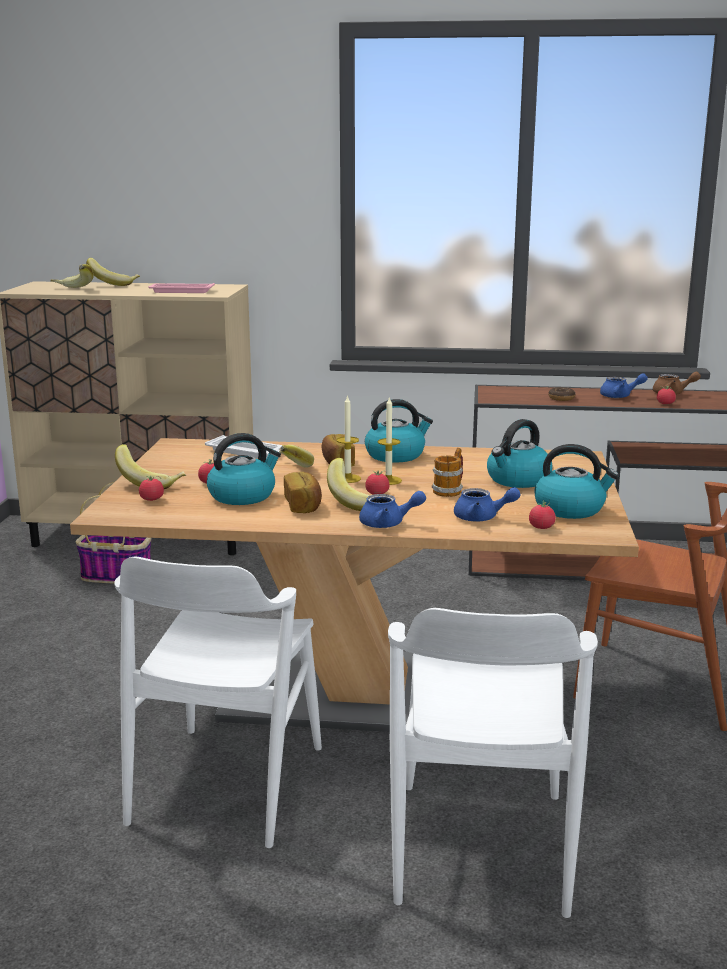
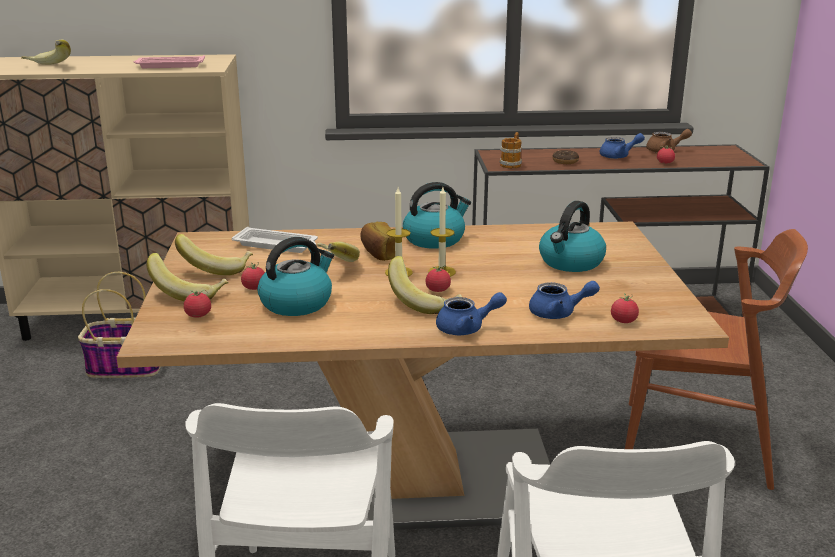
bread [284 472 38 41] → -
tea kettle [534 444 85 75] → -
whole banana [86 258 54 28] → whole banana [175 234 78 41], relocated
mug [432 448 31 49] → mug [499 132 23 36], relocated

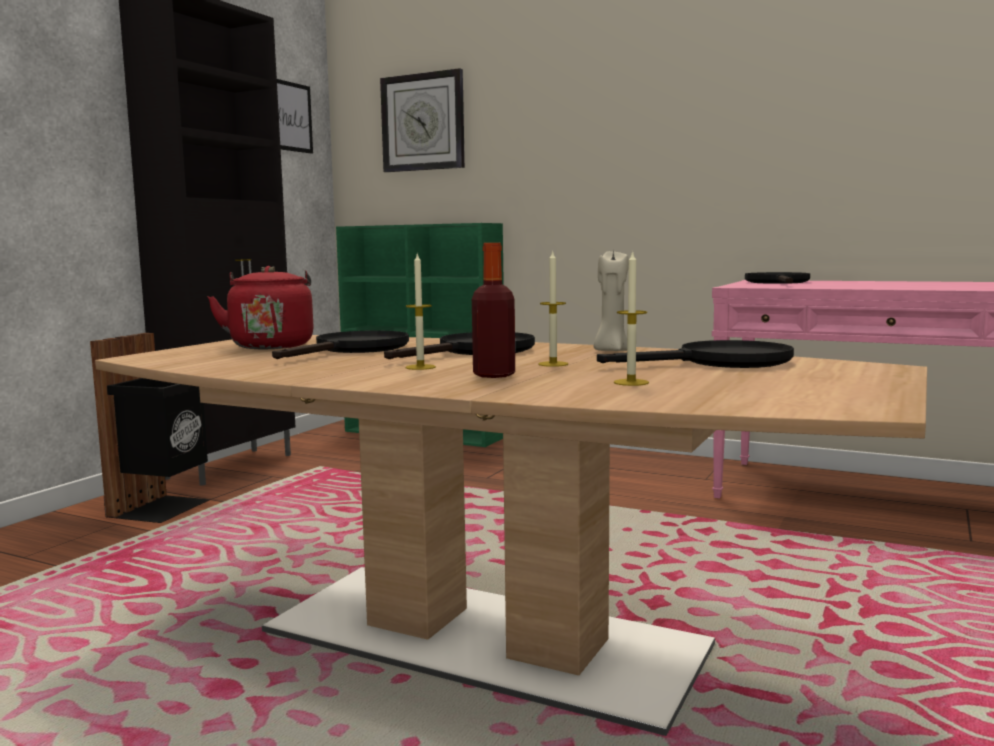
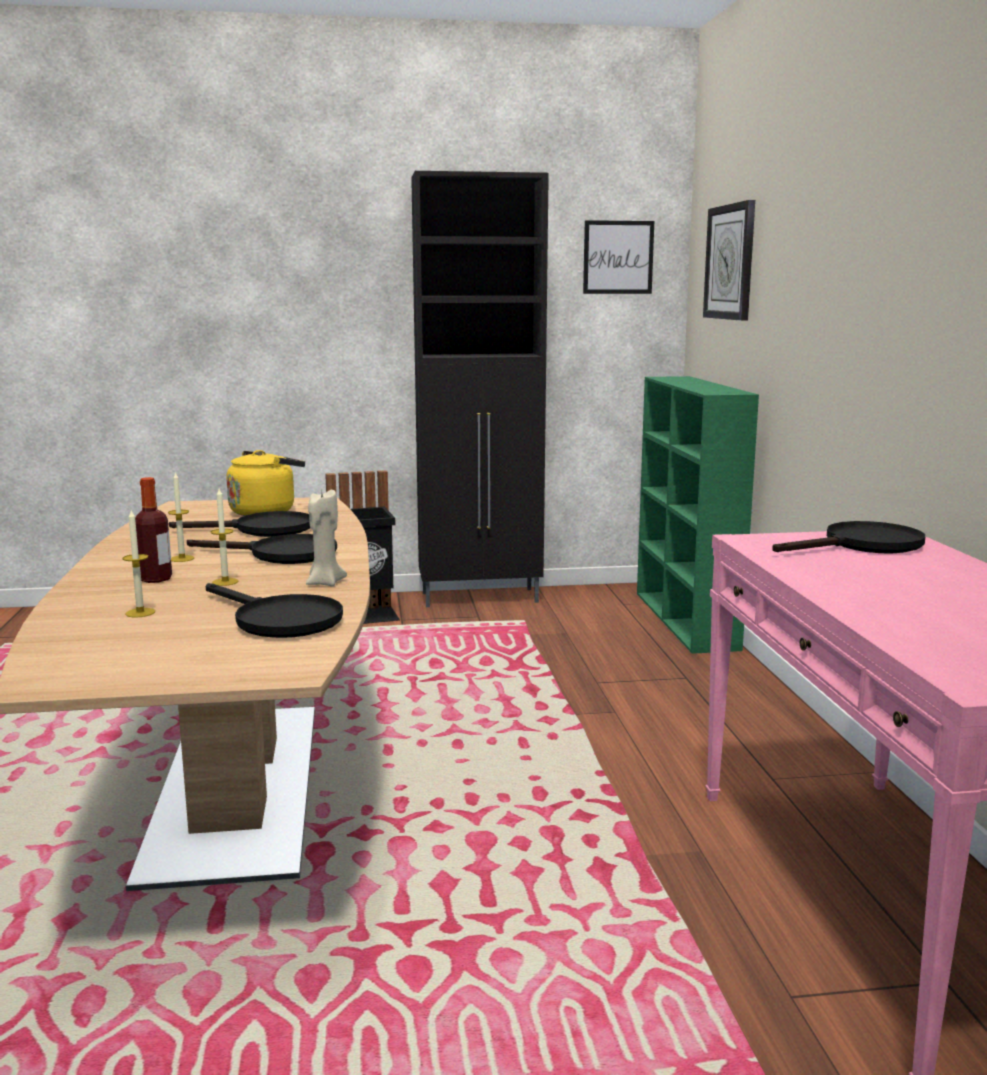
tea kettle in red [207 266 106 83] → tea kettle in yellow-coloured [226 450 79 66]

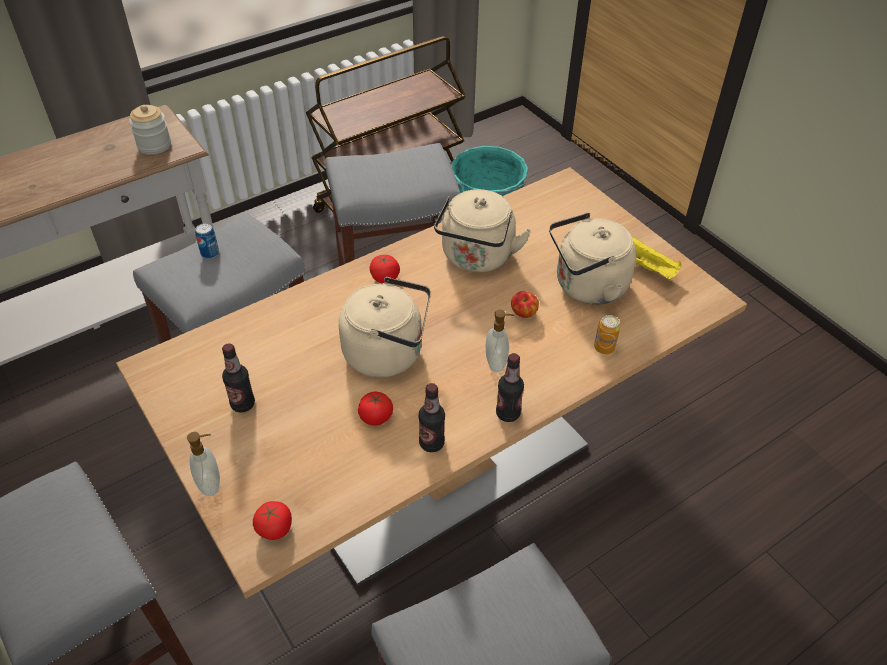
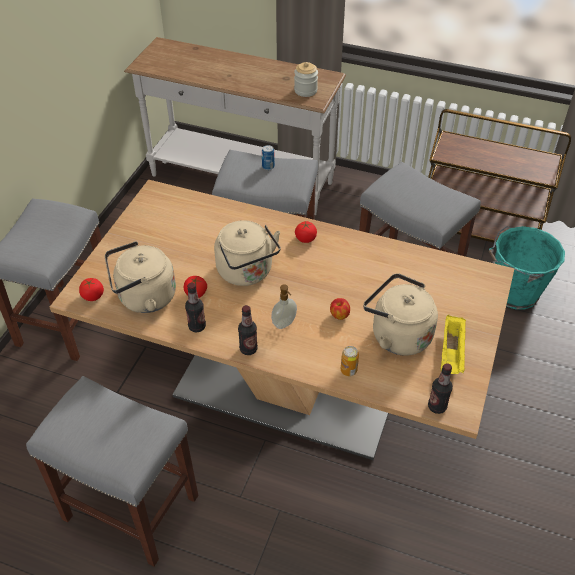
liquid soap bottle [187 432 33 64] → -
bottle [222 344 33 69] → bottle [428 363 25 51], relocated
tea kettle in beige-coloured [434 189 97 84] → tea kettle in beige-coloured [105 241 71 72], relocated

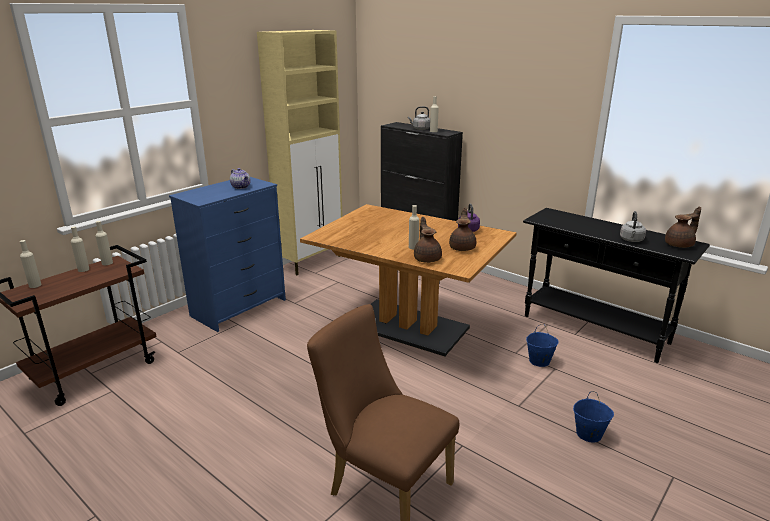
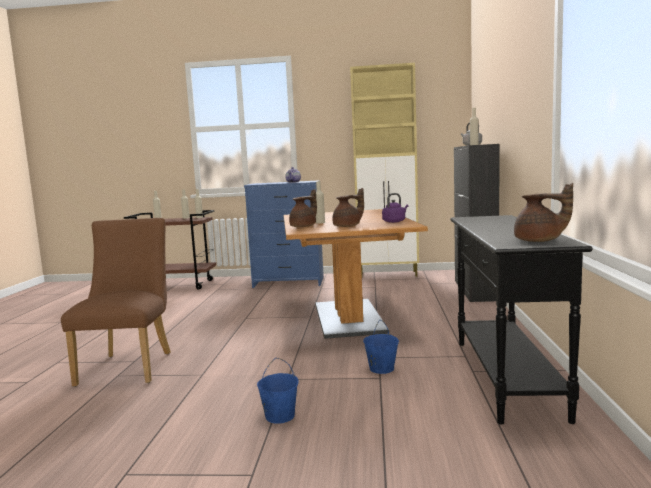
tea kettle in gray [620 211 26 31] → -

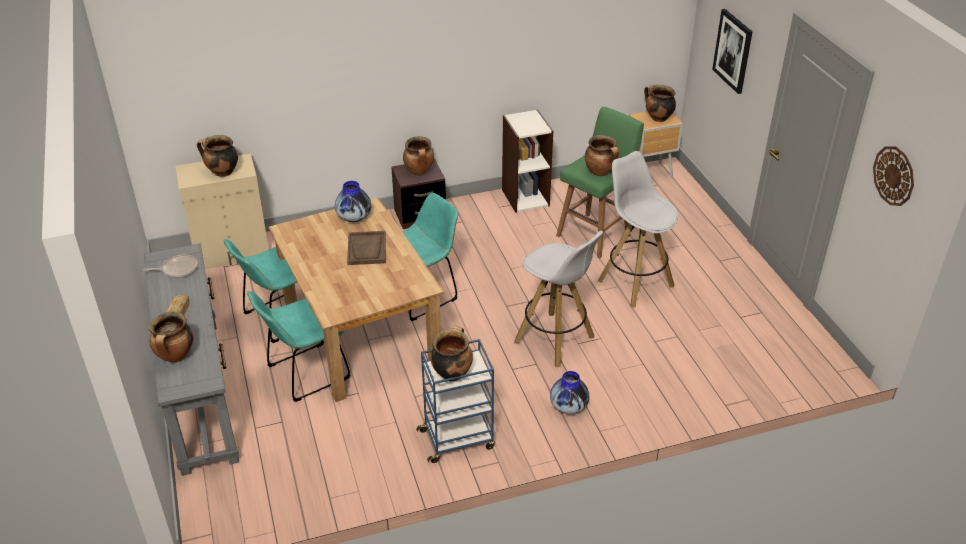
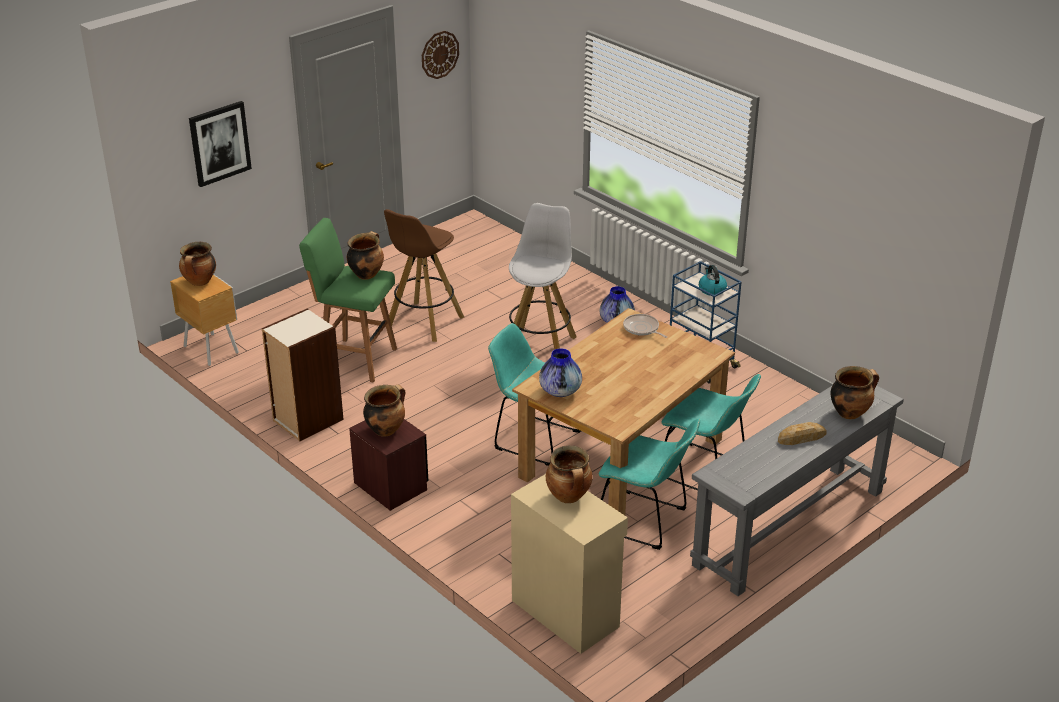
serving tray in brown-coloured [347 231 39 34] → -
frying pan [143 254 55 24] → frying pan [623 314 44 24], relocated
cooking pot [431 326 42 55] → tea kettle [699 265 28 30]
stool in white [598 151 80 157] → stool in brown-coloured [384 209 80 133]

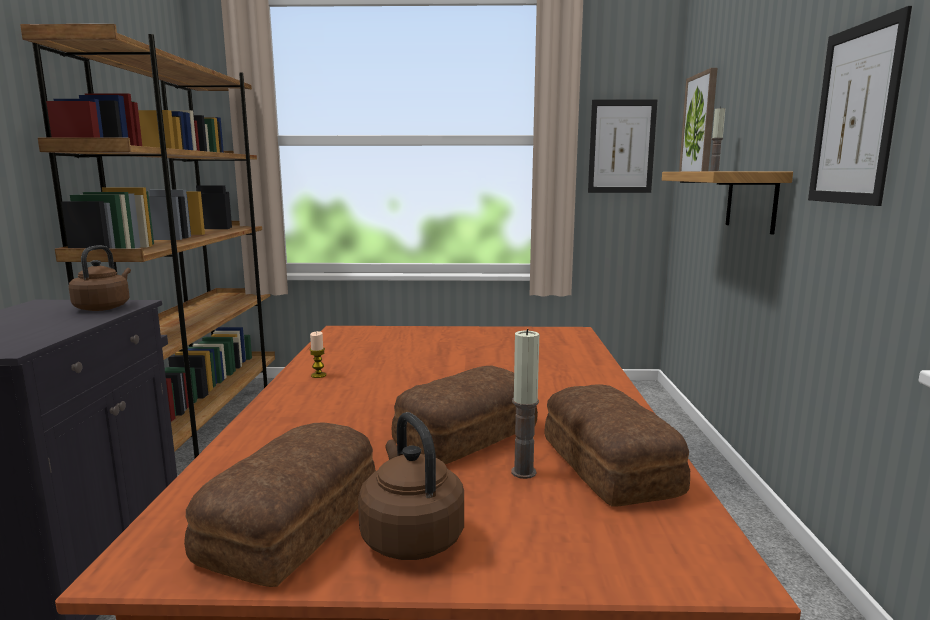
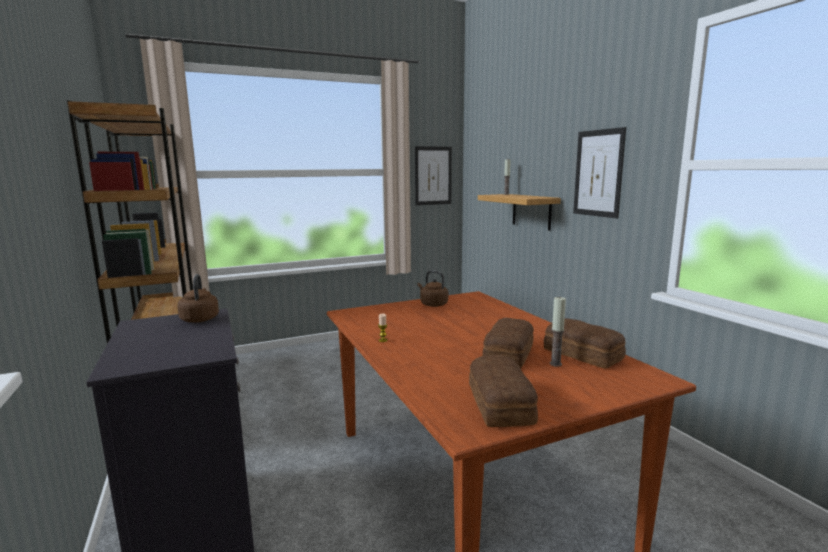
wall art [679 68 39 104] → -
tea kettle in brown-coloured [358 412 106 148] → tea kettle in brown-coloured [417 271 31 36], relocated

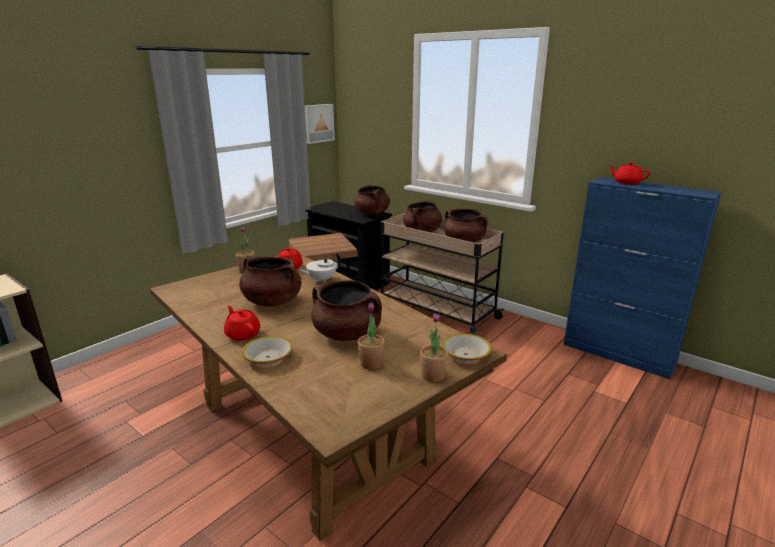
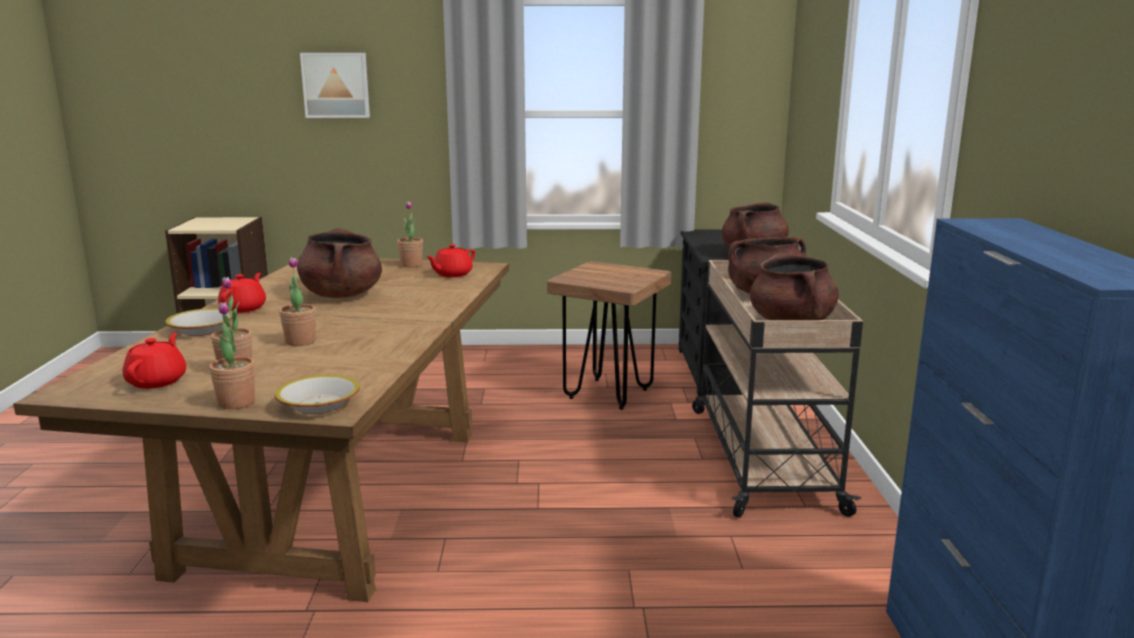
teapot in white [300 252 41 30] → -
wall art [305 104 30 40] → wall art [300 53 70 65], relocated
teapot in red [608 162 42 22] → teapot in red [122 333 64 56], relocated
cooking pot in brown-coloured [311 281 71 60] → potted plant [279 257 37 89]

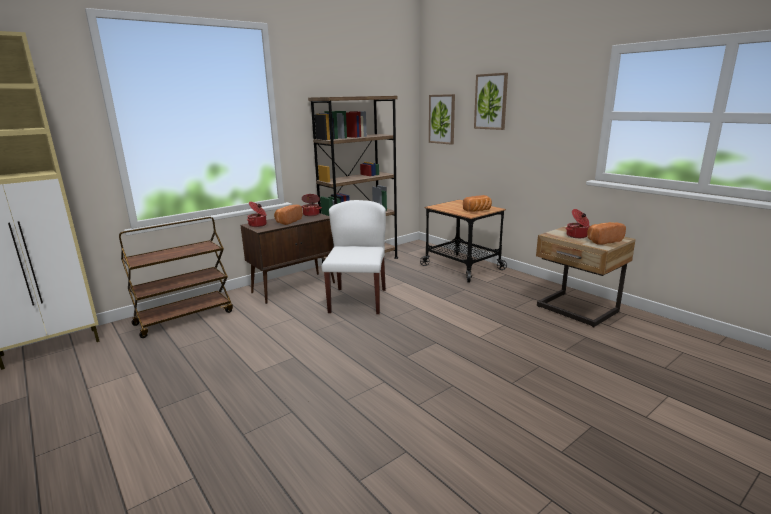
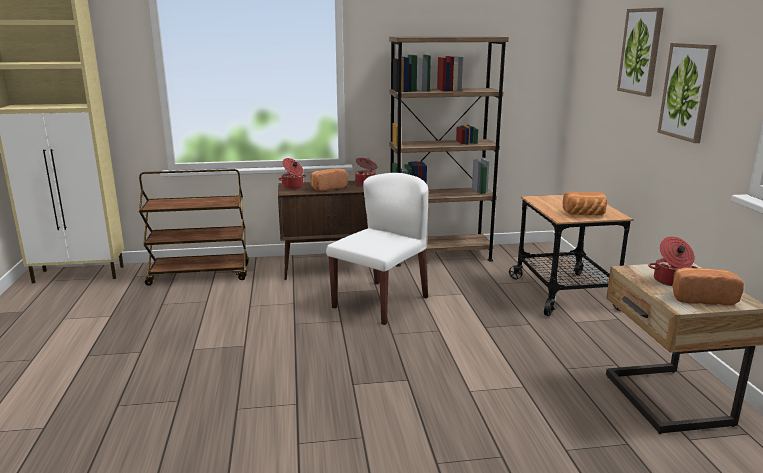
wall art [429 94 26 51] → wall art [658 43 59 100], relocated

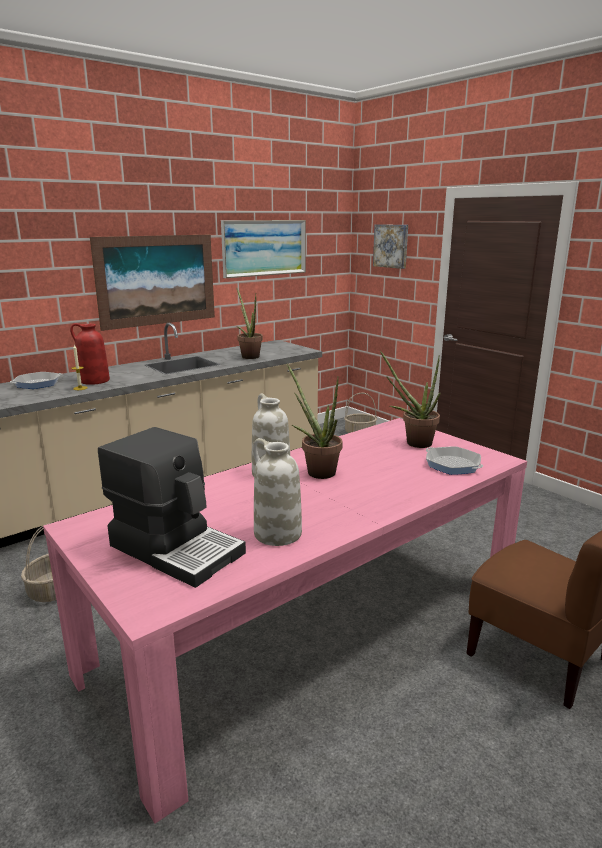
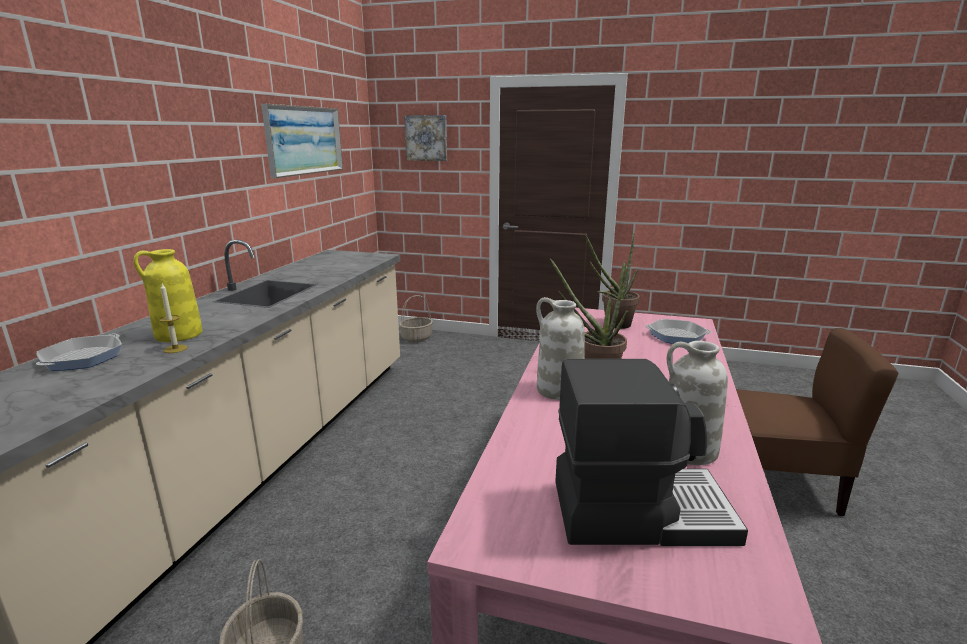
wall art [90 235 125 96] → -
potted plant [236 287 27 72] → -
flower vase in red [70 323 40 62] → flower vase in yellow-coloured [133 249 70 93]

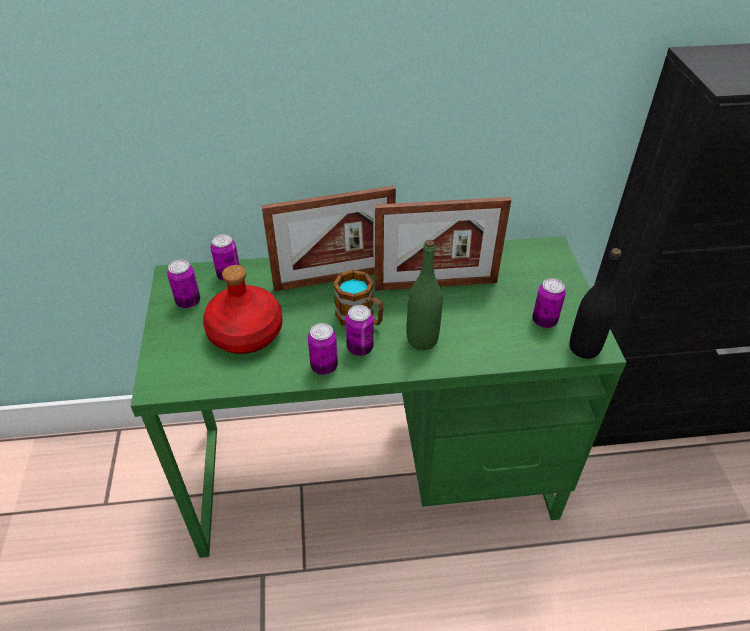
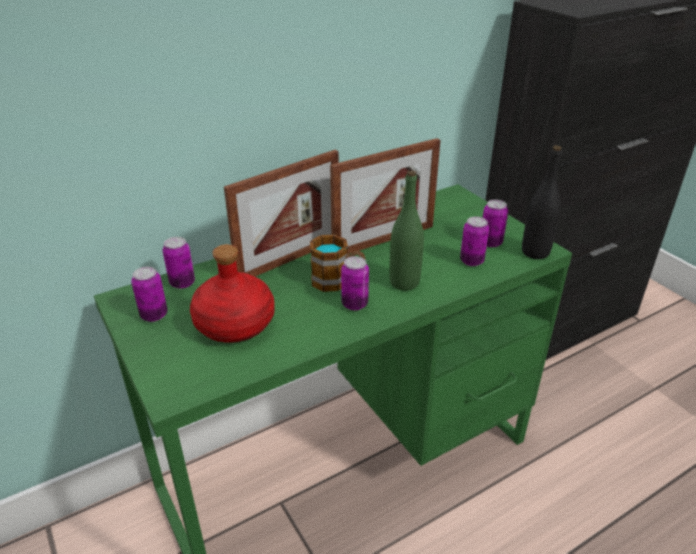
sealed can [308 323 30 52] → sealed can [460 216 29 50], relocated

